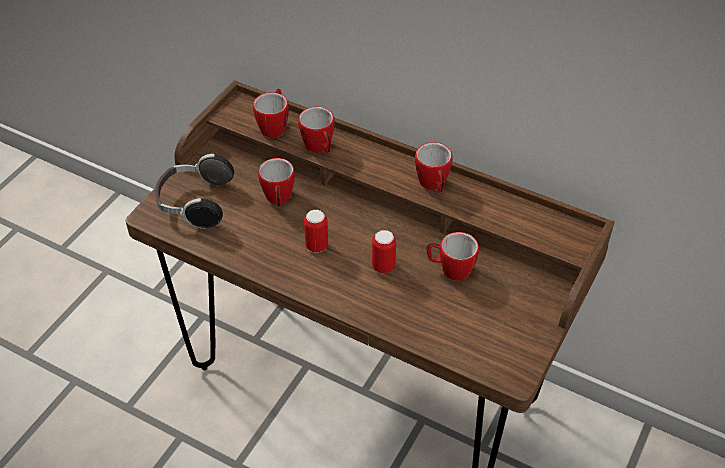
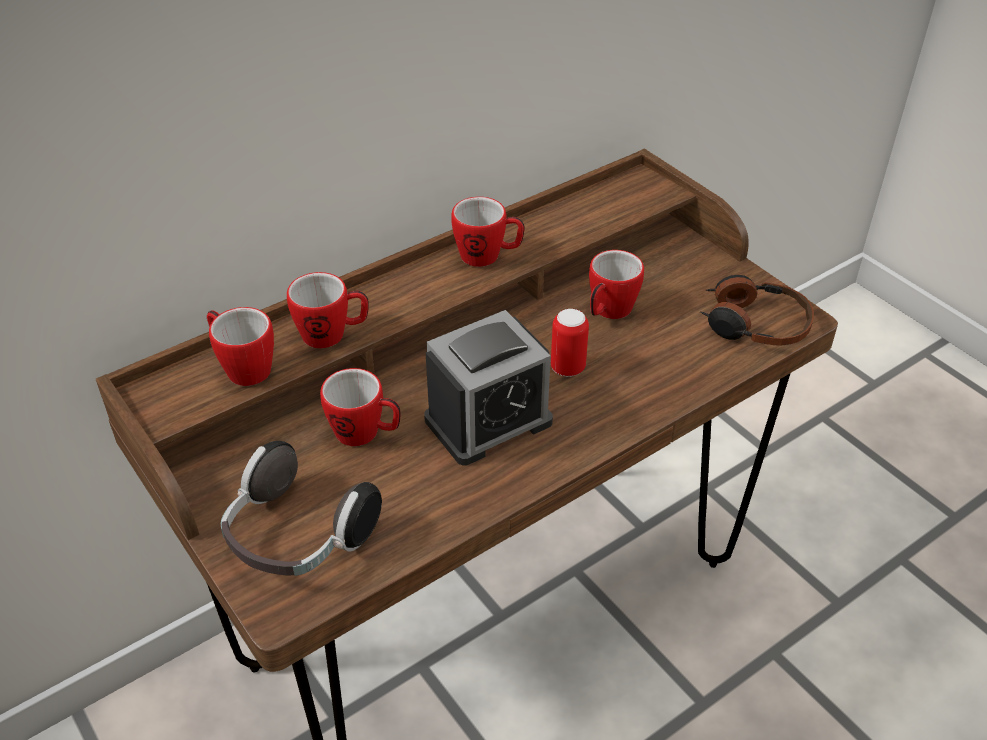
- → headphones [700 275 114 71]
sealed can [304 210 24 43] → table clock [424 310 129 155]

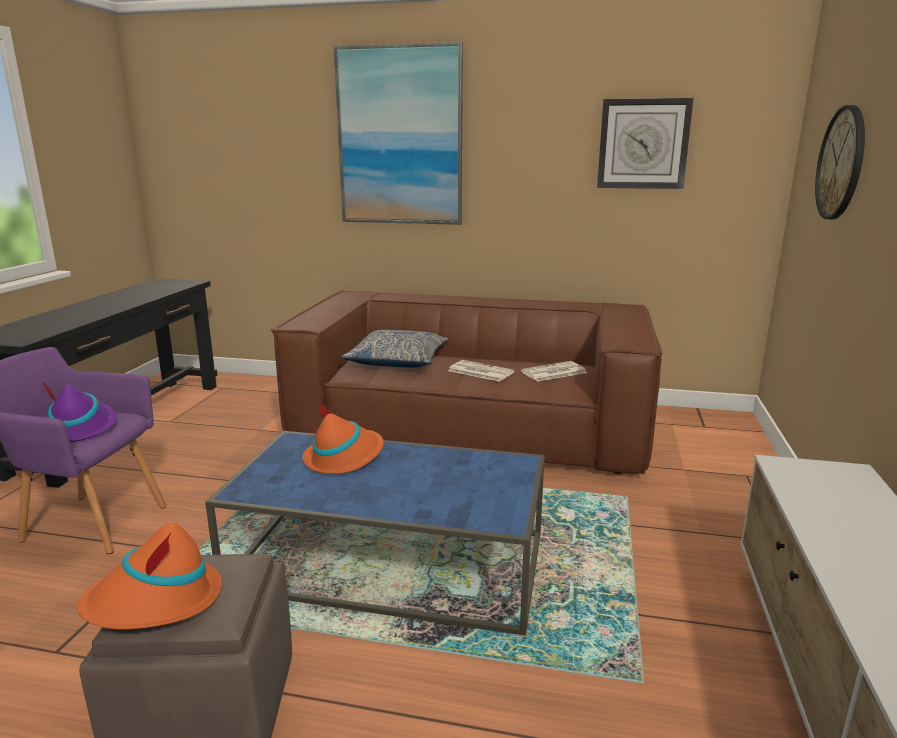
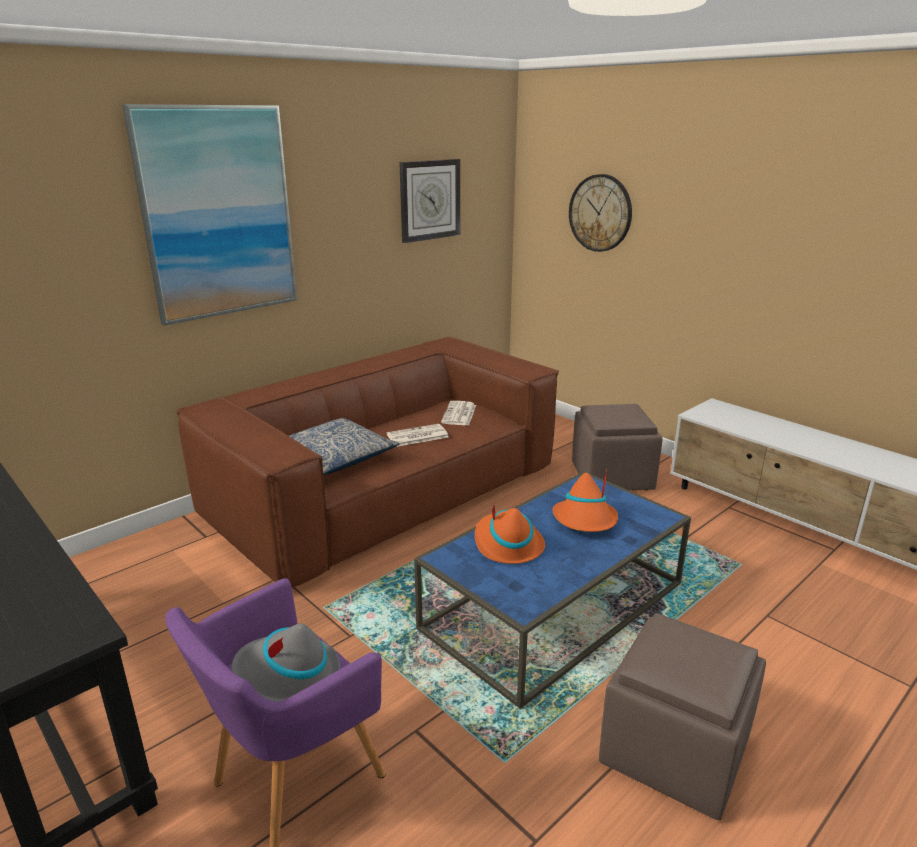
- → pouffe in brown-coloured [572 404 91 86]
hat in orange [77 523 145 106] → hat in orange [553 469 65 63], relocated
hat in purple-coloured [41 381 75 61] → hat in gray [231 624 109 78]

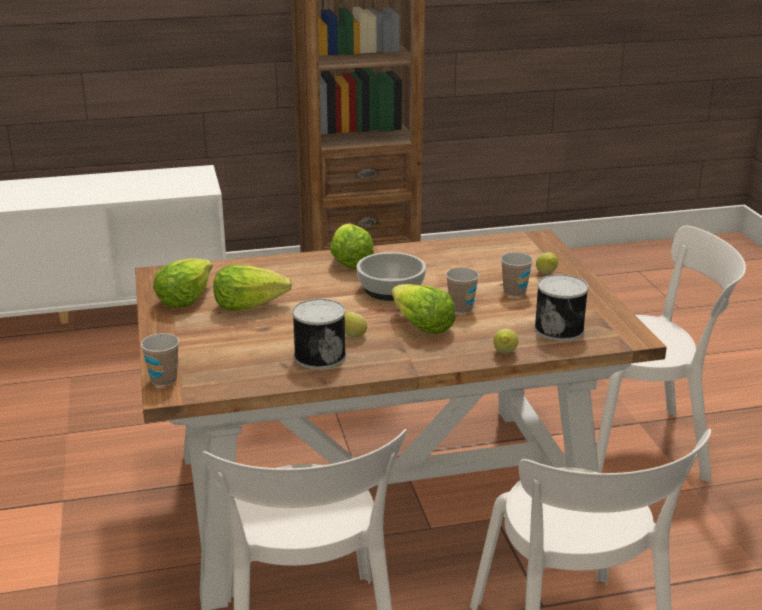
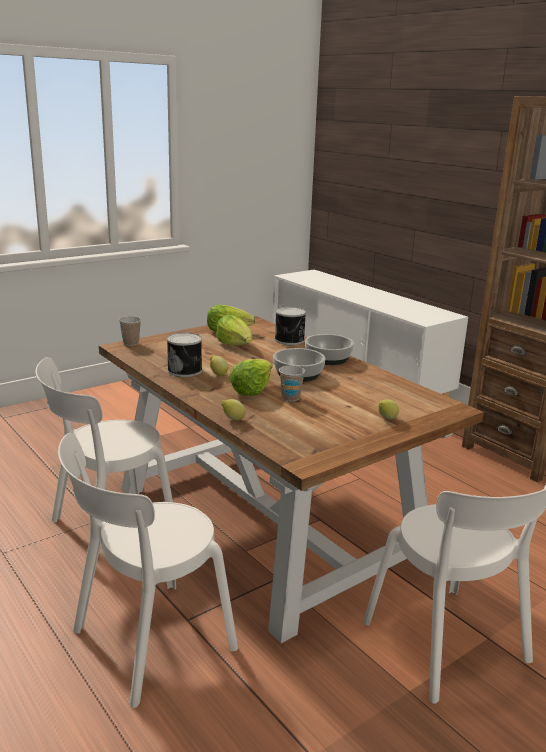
drinking cup [501 252 32 45] → -
sealed can [534 274 55 67] → sealed can [275 307 31 38], relocated
lettuce head [330 223 44 46] → bowl [305 334 49 31]

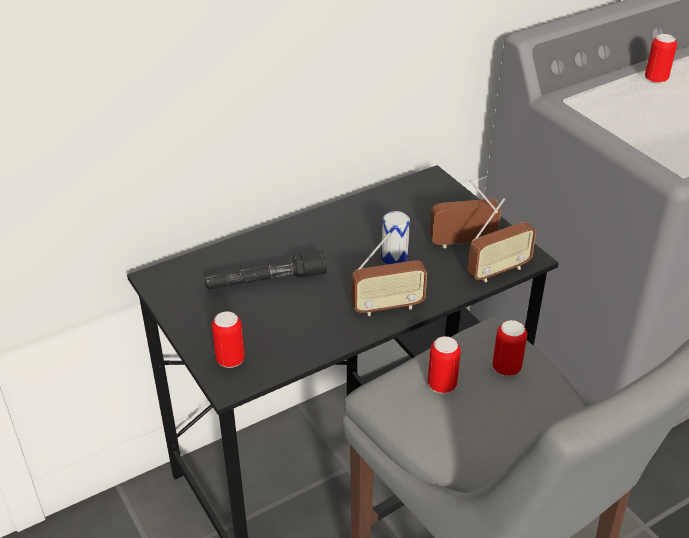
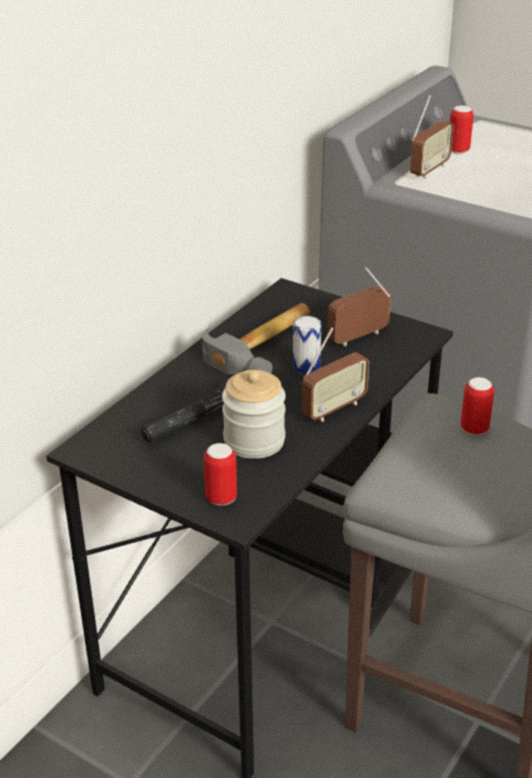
sealed can [428 336 33 58] → -
- → tool hammer [202 303 108 72]
- → storage jar [222 370 64 89]
radio [468 198 68 84] → radio [410 95 44 84], relocated

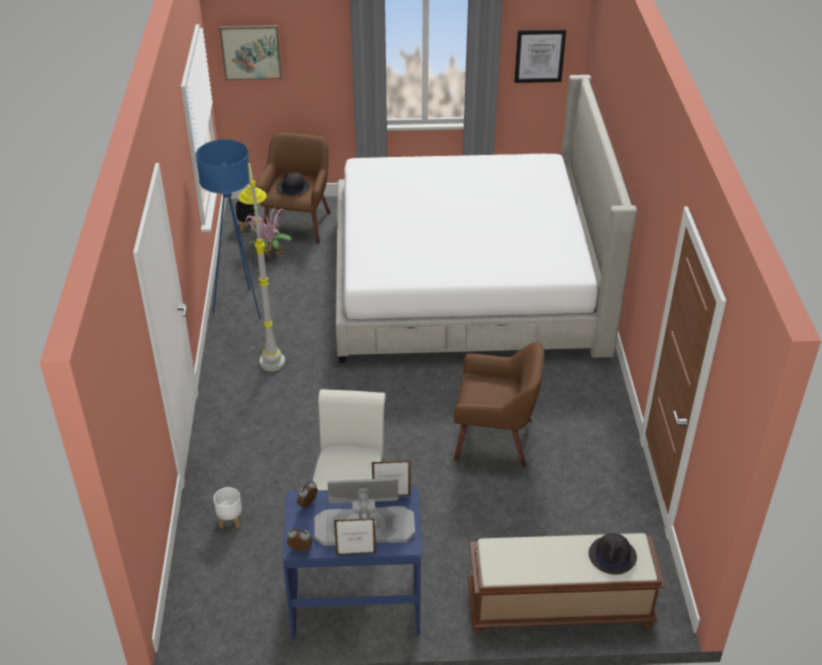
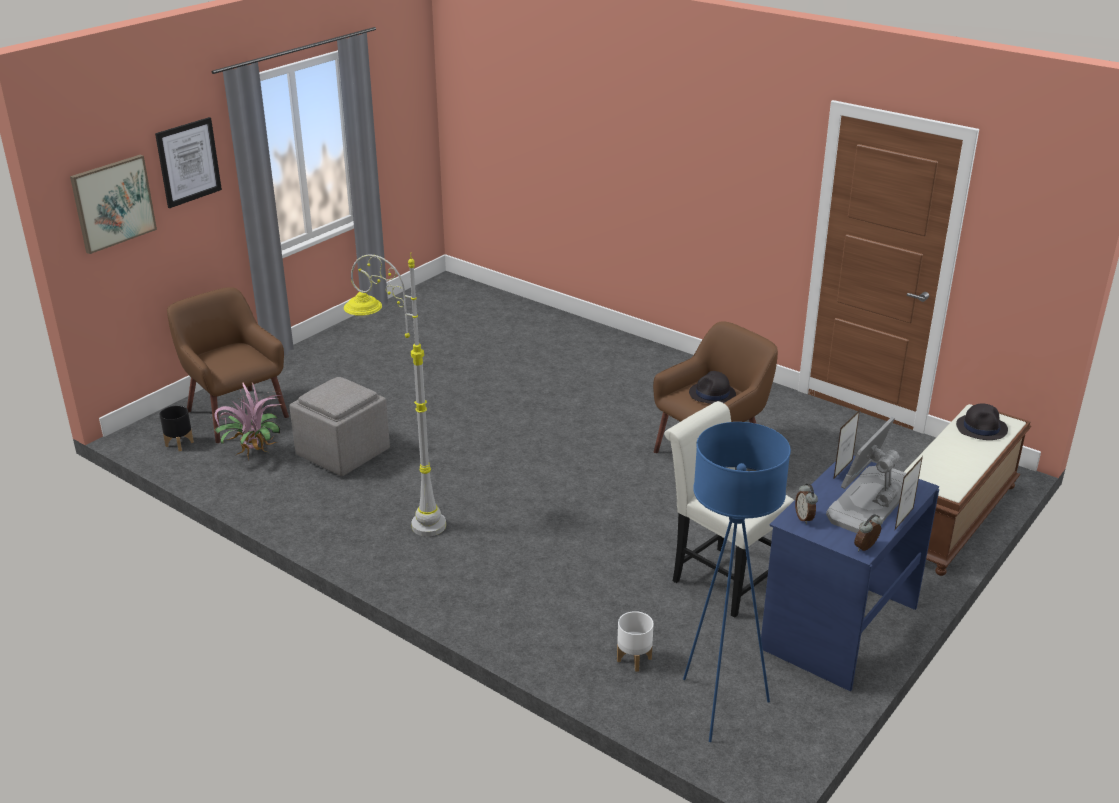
bed [336 75 301 288] → -
- → pouffe in gray [289 377 101 99]
standing lamp in blue-coloured [196 139 65 180] → standing lamp in blue-coloured [683 422 108 320], relocated
hat in black [277 172 32 24] → hat in black [689 371 47 33], relocated
wall art [514 30 52 53] → wall art [155 117 67 91], relocated

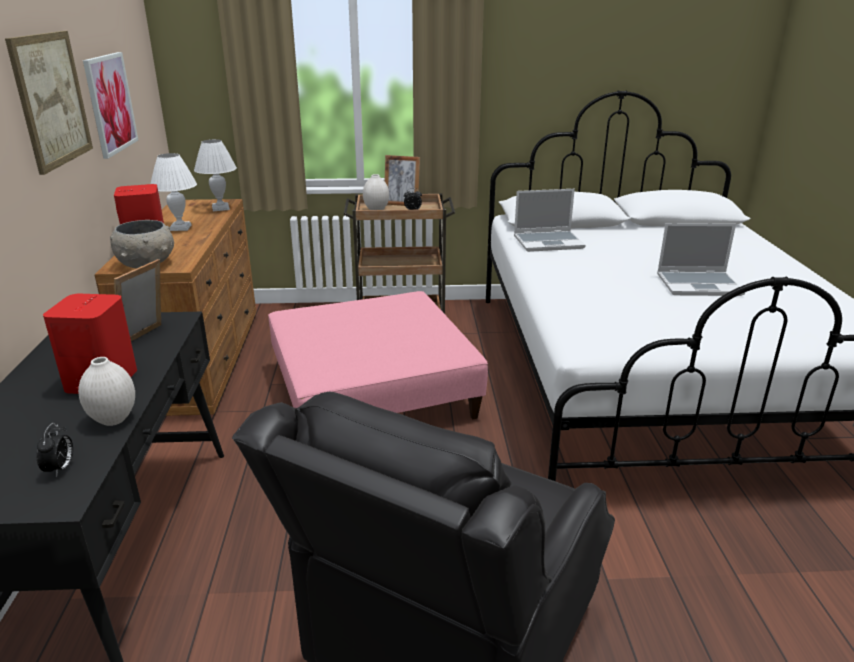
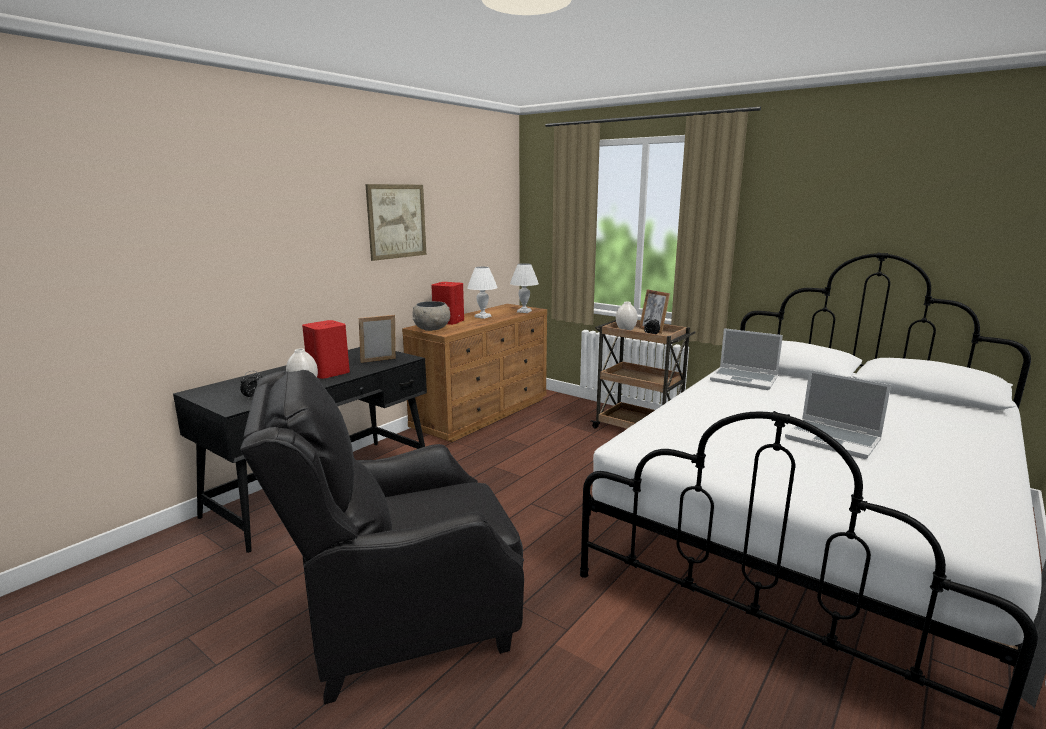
wall art [83 52 55 107] → -
pouffe in pink [268 291 220 128] → -

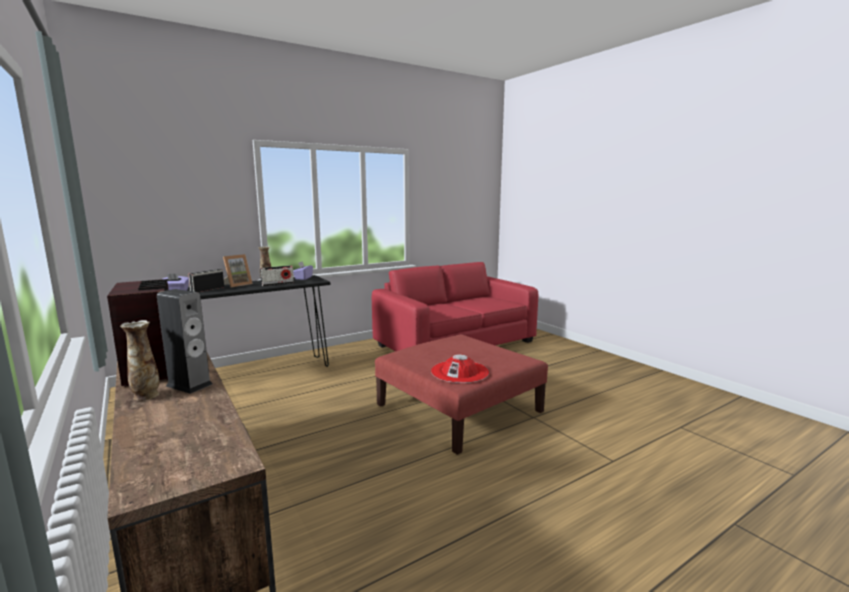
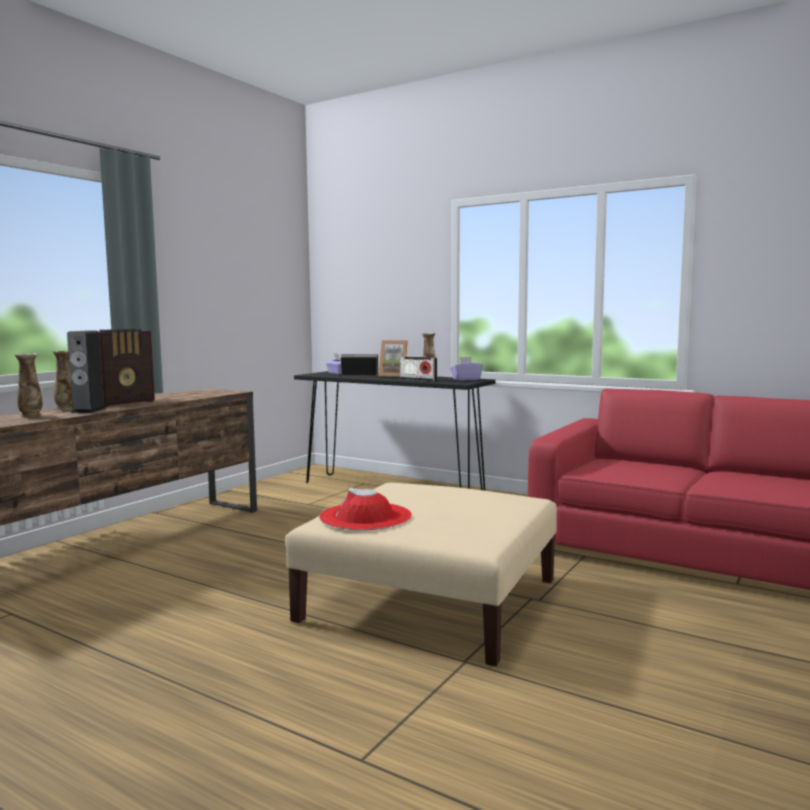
- → flower vase [15 353 27 65]
pouffe in red [375 334 173 121] → pouffe in beige-coloured [285 483 272 183]

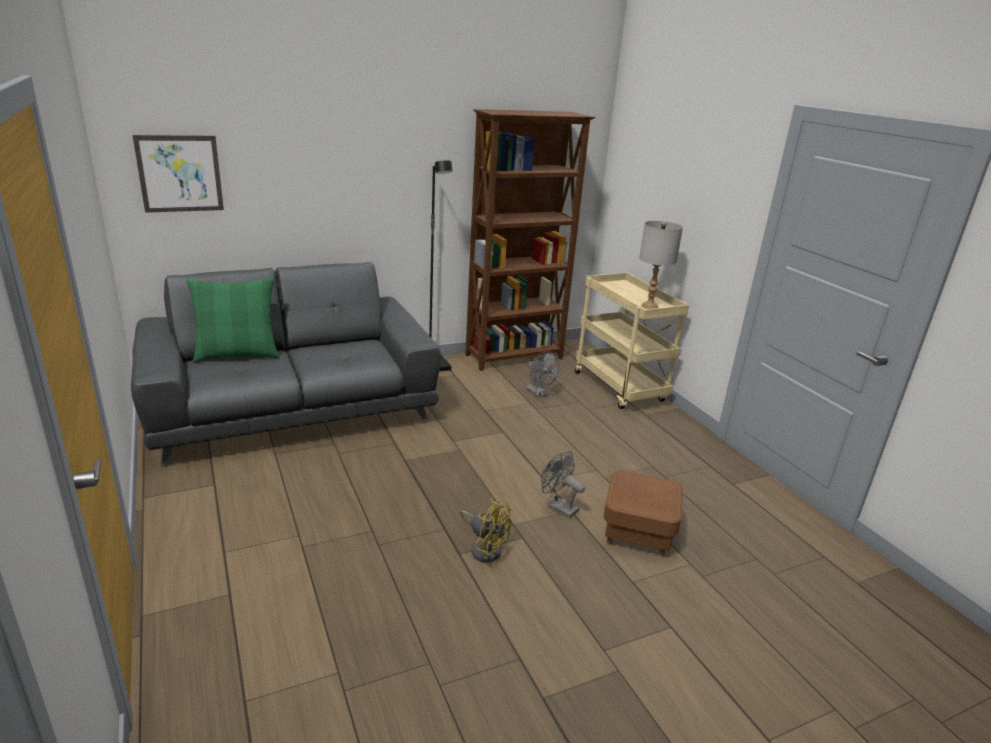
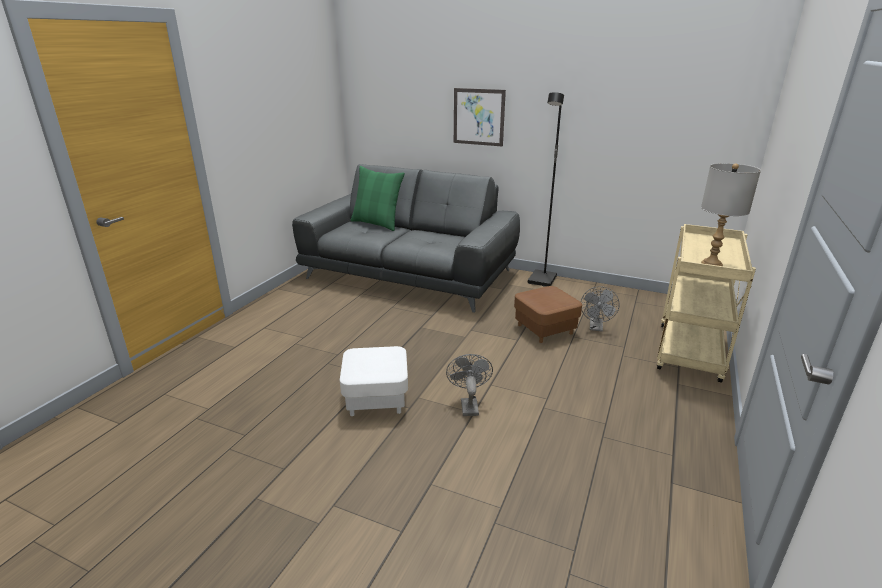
bookshelf in brown-coloured [465 109 131 262] → -
wall art [133 135 91 78] → wall art [454 88 52 58], relocated
pouffe in brown-coloured [604 471 79 85] → pouffe in brown-coloured [514 286 68 57], relocated
cooling fan in yellow-coloured [460 499 52 64] → pouffe in white [340 346 68 70]

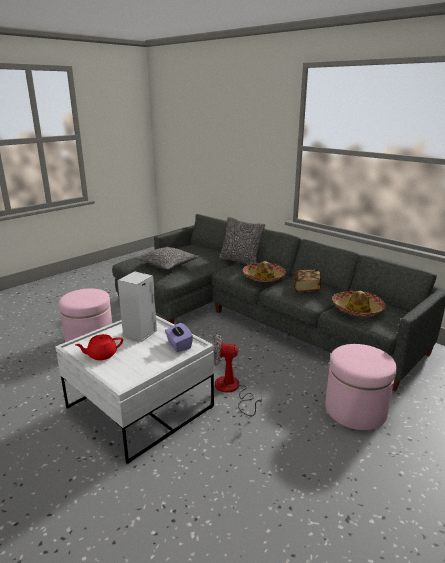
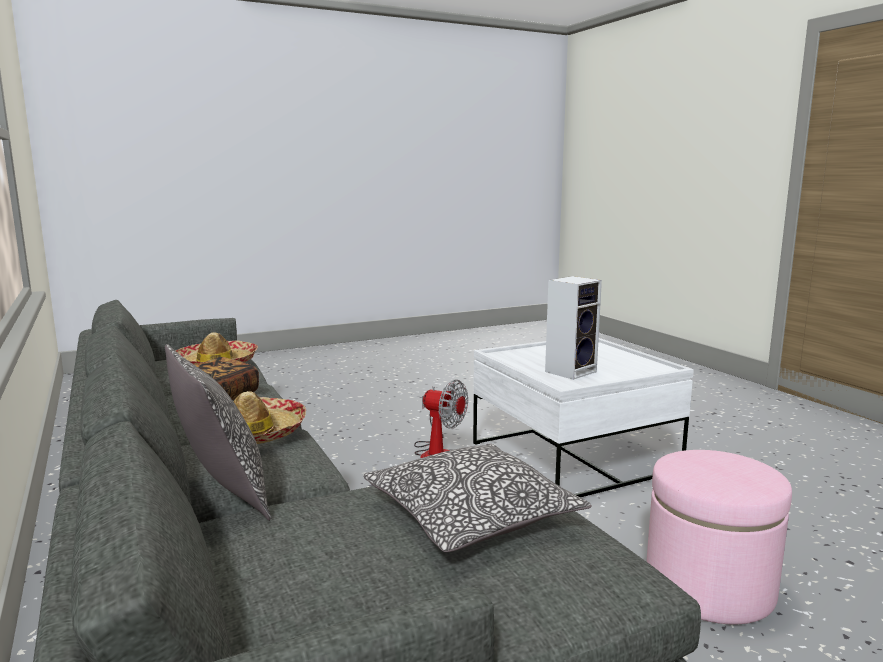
teapot in red [75 334 48 26] → -
tissue box in purple-coloured [165 323 28 29] → -
pouffe in pink [325 344 72 86] → -

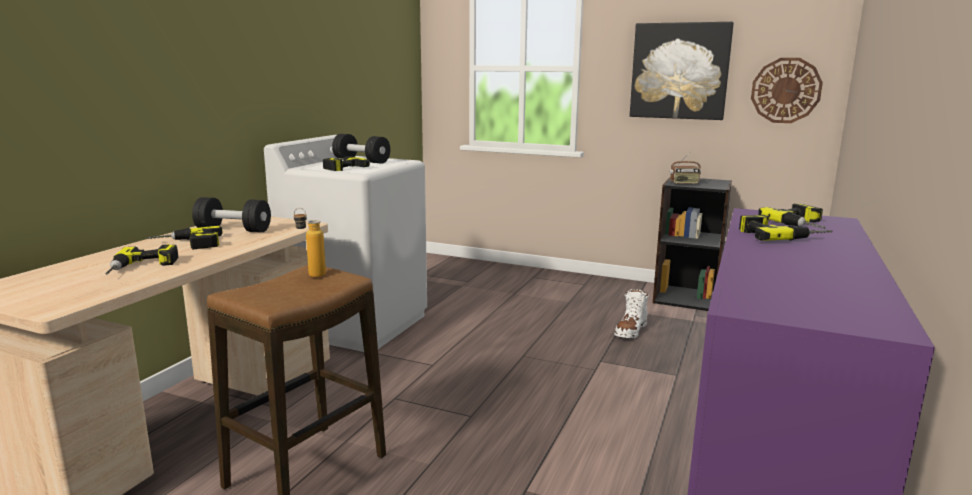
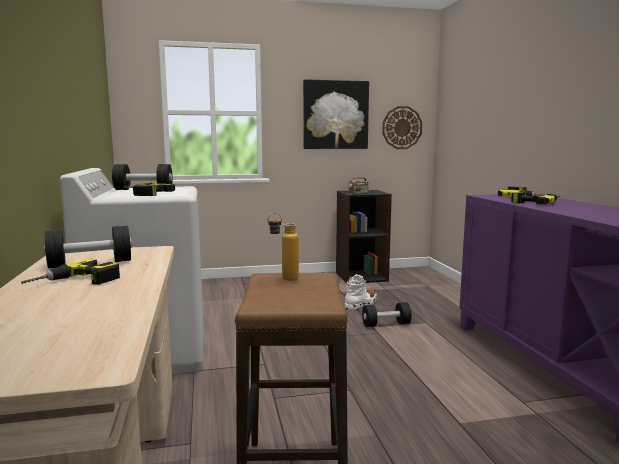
drill [105 244 74 31] → -
- → free weight in black [362 302 50 25]
high-top boot in white [614 289 35 49] → high-top boot in white [344 274 33 36], 135 degrees counterclockwise

